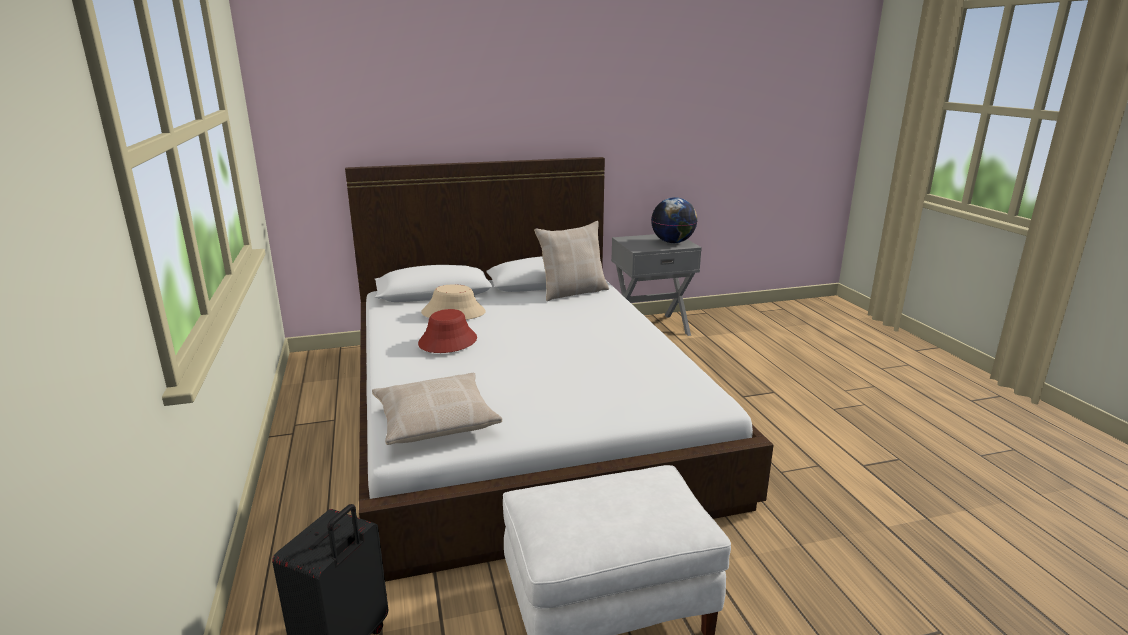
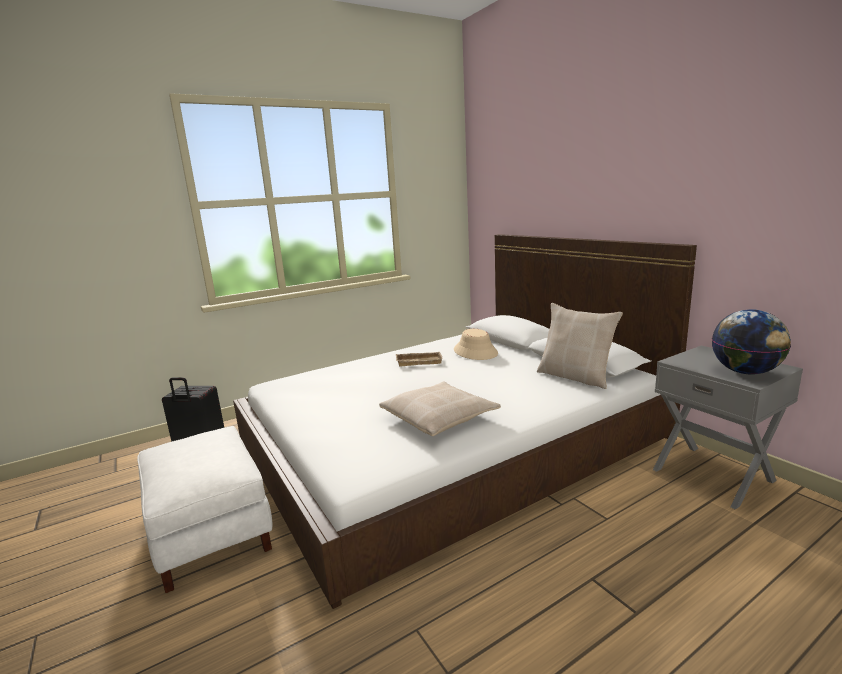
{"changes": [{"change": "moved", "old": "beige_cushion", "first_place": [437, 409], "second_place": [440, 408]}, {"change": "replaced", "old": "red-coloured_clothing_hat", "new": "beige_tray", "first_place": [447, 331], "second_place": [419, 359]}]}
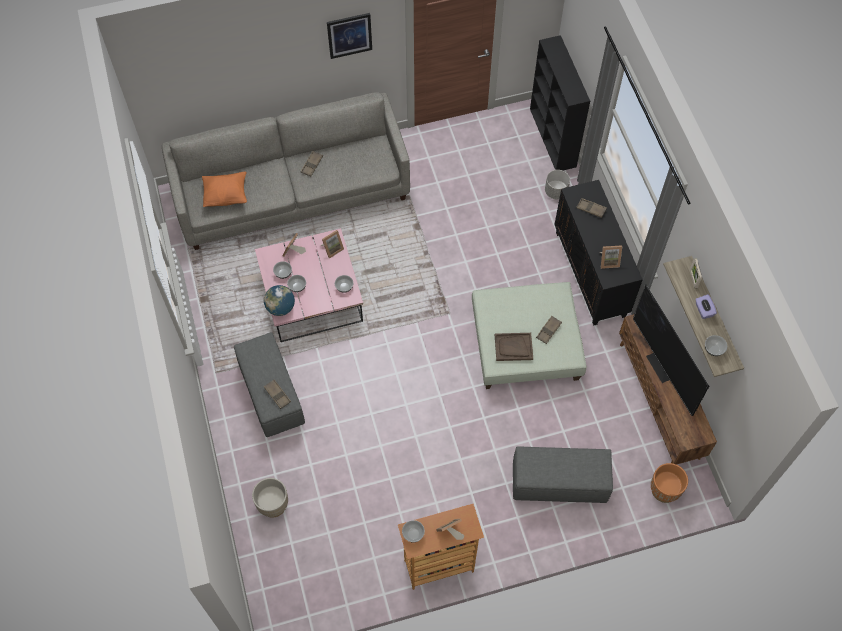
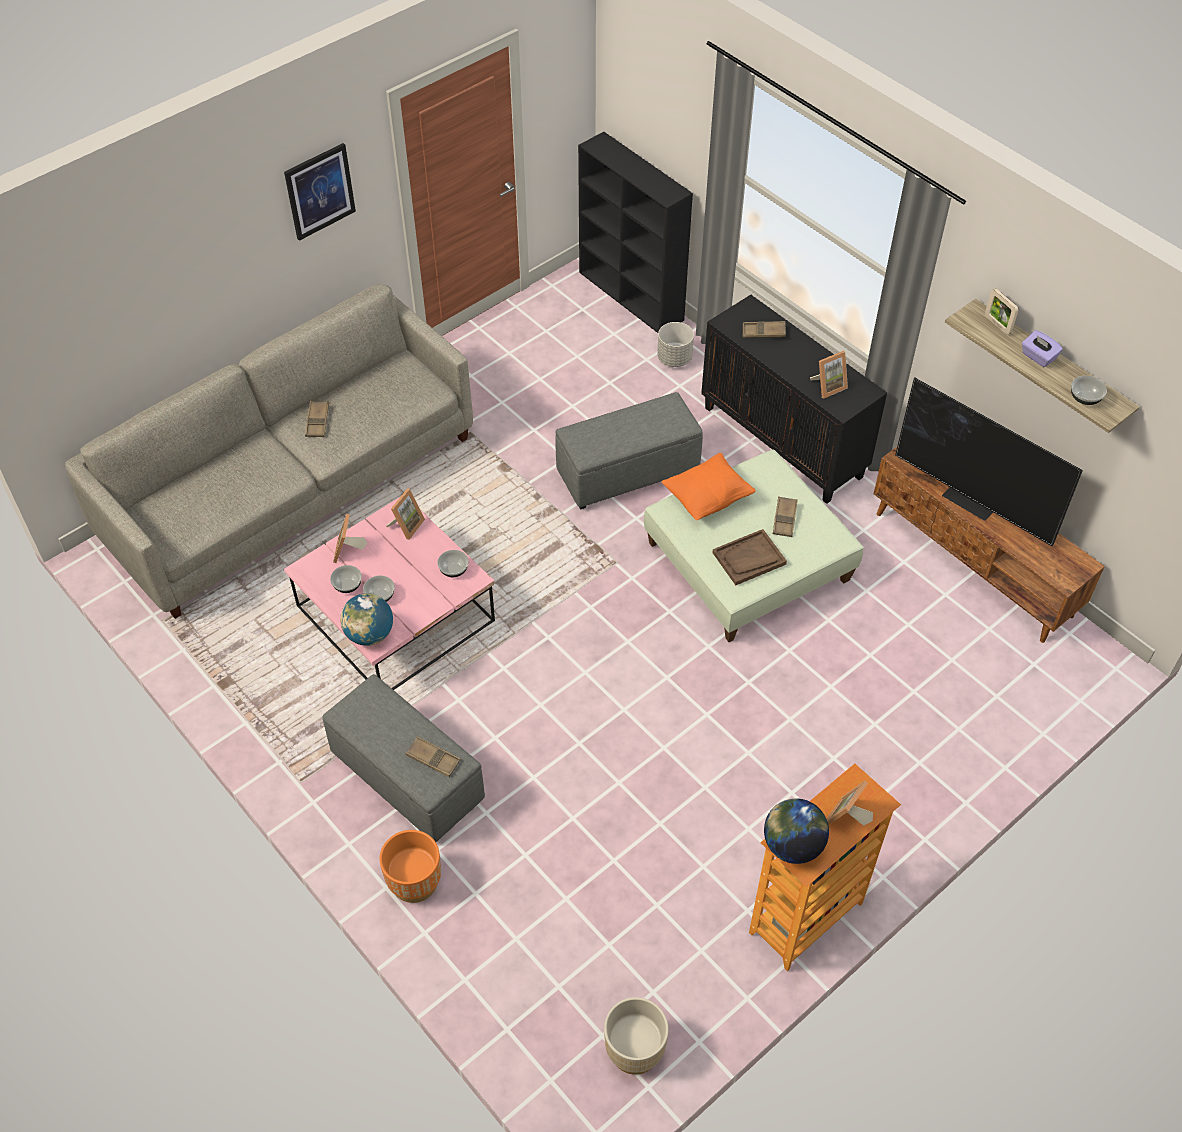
{"changes": [{"change": "moved", "old": "orangey_flower_pot", "first_place": [669, 483], "second_place": [410, 866]}, {"change": "moved", "old": "greyish_ottoman", "first_place": [563, 474], "second_place": [629, 450]}, {"change": "moved", "old": "beige_flower_pot", "first_place": [270, 498], "second_place": [636, 1036]}, {"change": "moved", "old": "orangey_cushion", "first_place": [224, 189], "second_place": [708, 486]}, {"change": "replaced", "old": "deep_dish", "new": "desk_globe", "first_place": [413, 531], "second_place": [796, 831]}]}
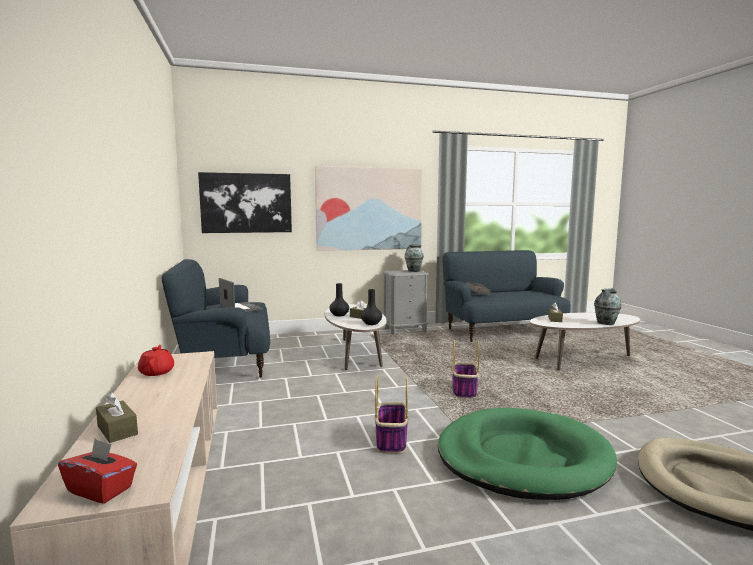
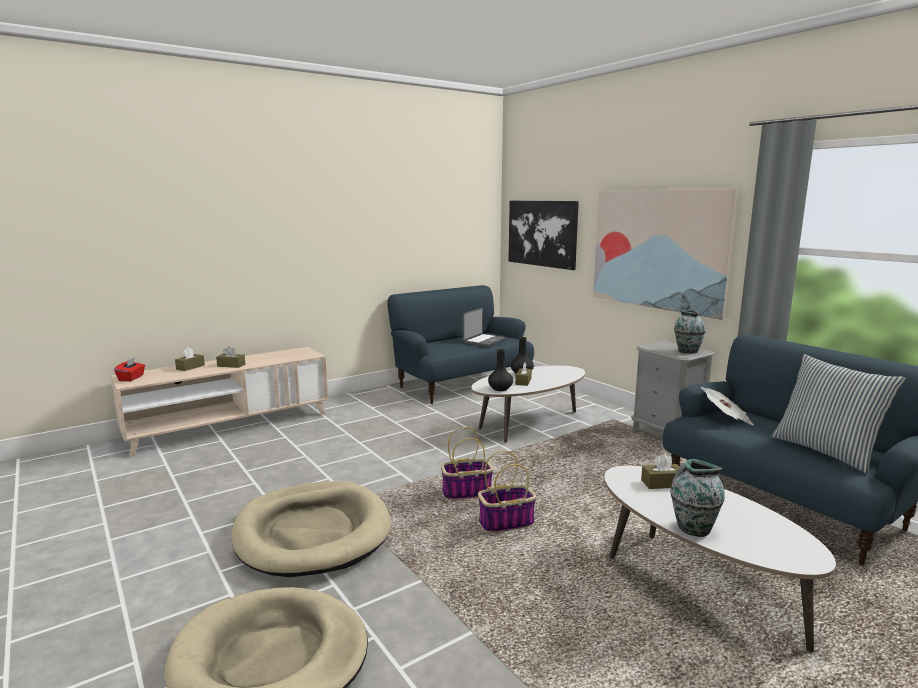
{"changes": [{"change": "added", "new": "brownish_tissue_holder", "second_place": [230, 357]}, {"change": "recoloured", "old": "green-coloured_dog_bed", "new": "beige_dog_bed", "first_place": [527, 454], "second_place": [311, 529]}, {"change": "moved", "old": "basket", "first_place": [391, 415], "second_place": [507, 492]}, {"change": "added", "new": "cushion", "second_place": [838, 414]}, {"change": "removed", "old": "red-coloured_teapot", "first_place": [156, 360]}]}
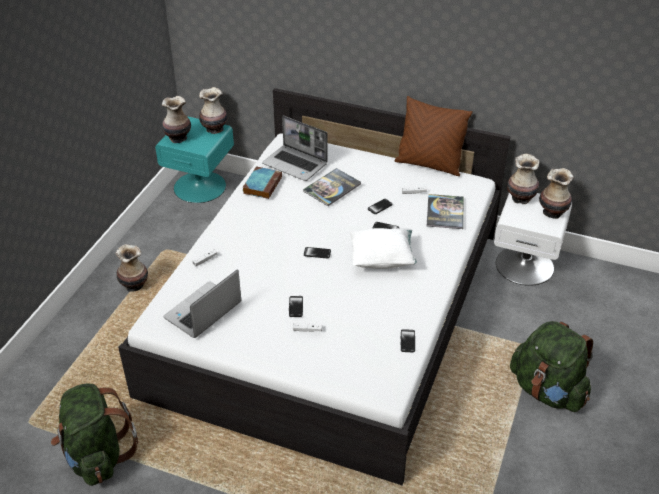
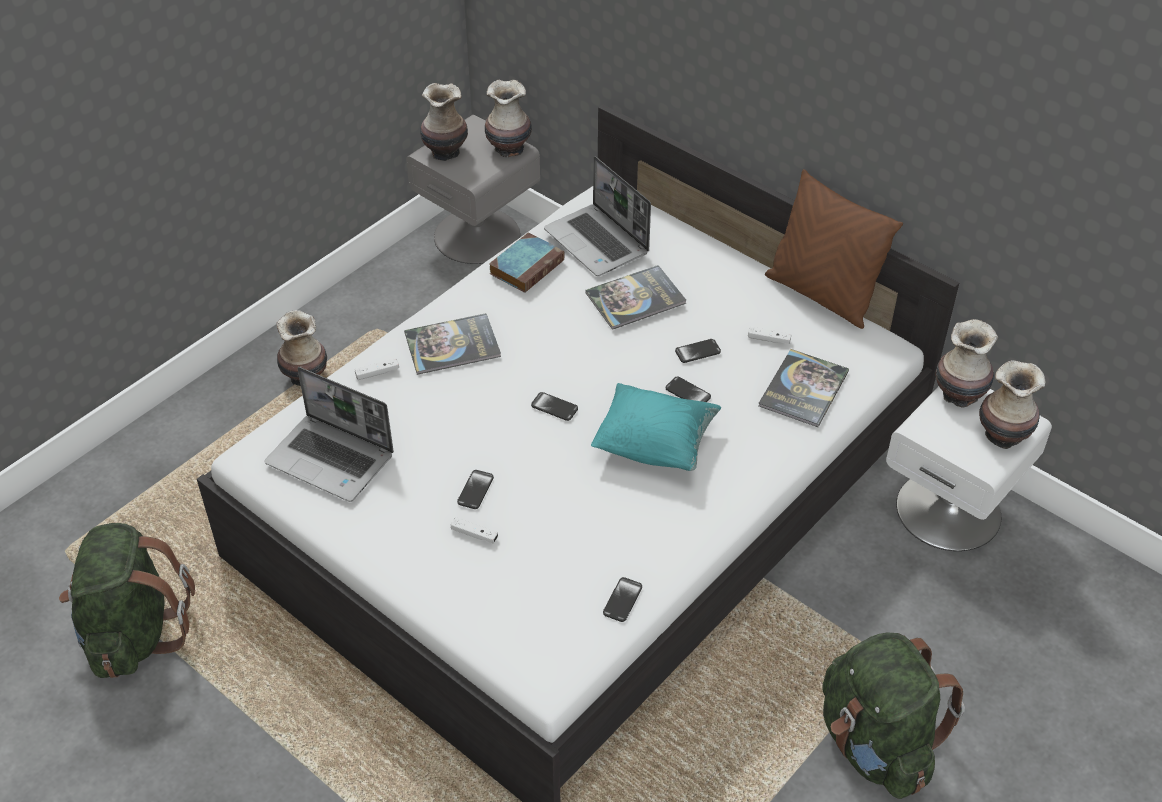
{"changes": [{"change": "turned", "old": "notebook_computer", "first_place": [202, 304], "second_place": [329, 434], "degrees": -120}, {"change": "added", "new": "bound_book", "second_place": [452, 344]}, {"change": "recoloured", "old": "turquoise_bedside_table", "new": "greyish_bedside_table", "first_place": [194, 159], "second_place": [473, 189]}, {"change": "recoloured", "old": "white-coloured_cushion", "new": "turquoise_cushion", "first_place": [383, 248], "second_place": [656, 427]}]}
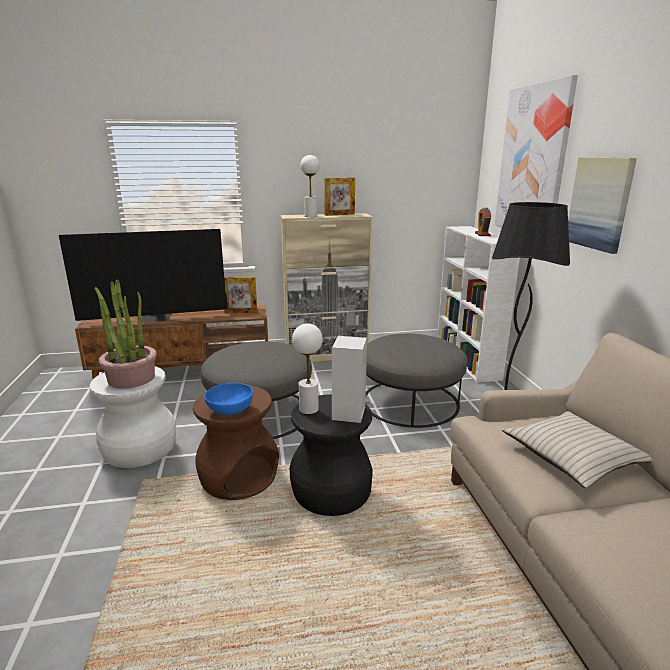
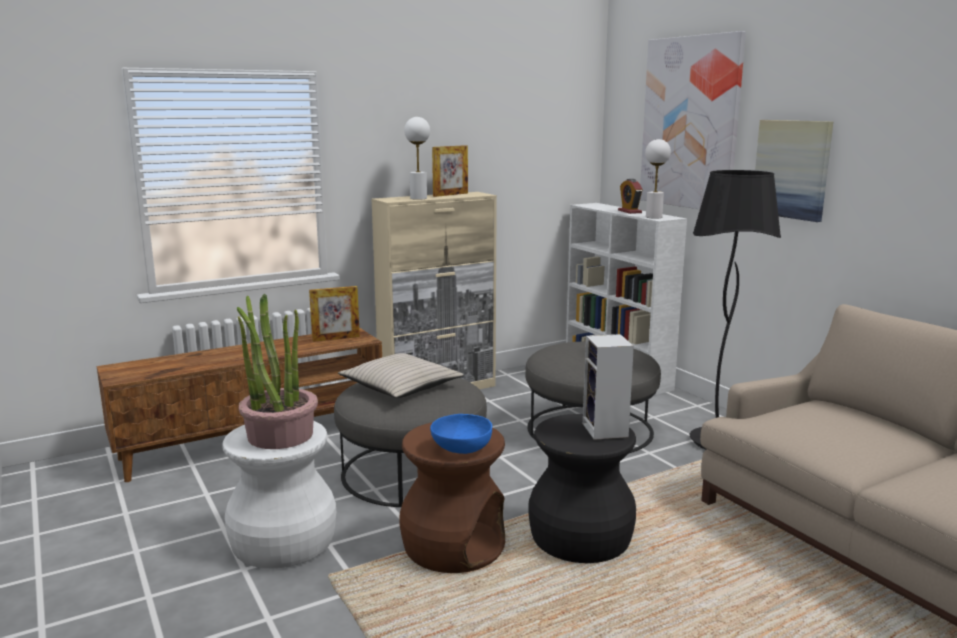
{"changes": [{"change": "moved", "old": "beige_cushion", "first_place": [577, 449], "second_place": [401, 375]}, {"change": "moved", "old": "white-coloured_lamp_for_a_table", "first_place": [307, 368], "second_place": [658, 179]}, {"change": "removed", "old": "TV", "first_place": [143, 275]}]}
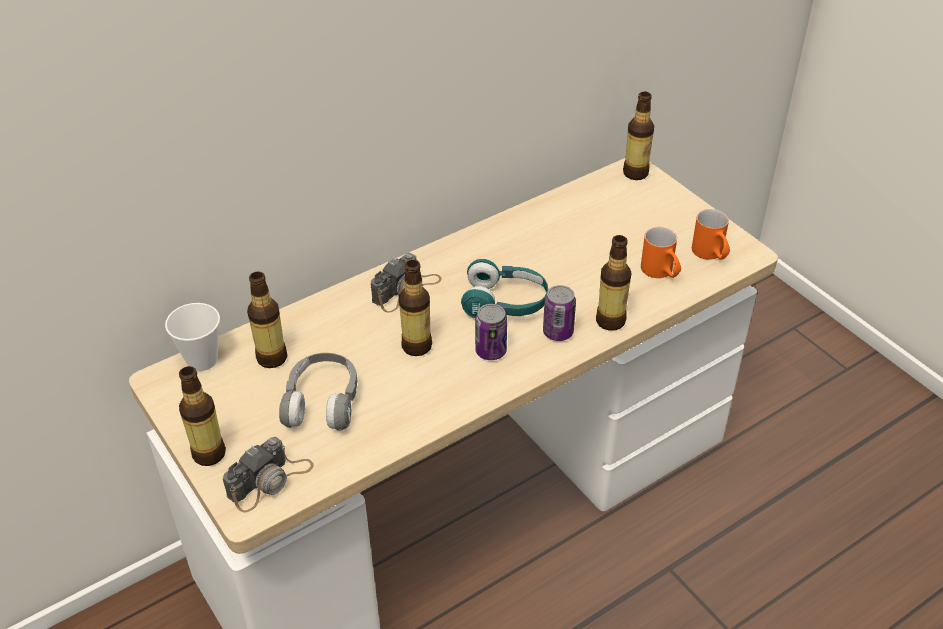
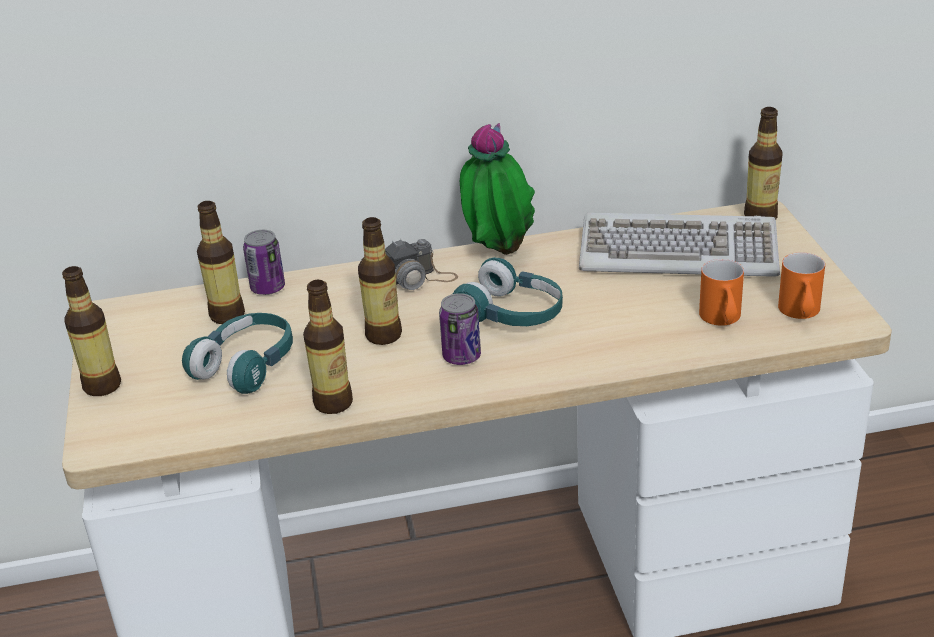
{"changes": [{"change": "recoloured", "old": "greyish_headphones", "new": "turquoise_headphones", "first_place": [318, 392], "second_place": [237, 353]}, {"change": "moved", "old": "sealed_can", "first_place": [559, 313], "second_place": [264, 262]}, {"change": "moved", "old": "drink_bottle", "first_place": [613, 283], "second_place": [328, 347]}, {"change": "added", "new": "houseplant", "second_place": [497, 189]}, {"change": "added", "new": "computer_keyboard", "second_place": [679, 245]}, {"change": "removed", "old": "cup", "first_place": [192, 337]}, {"change": "removed", "old": "photo_camera", "first_place": [268, 474]}]}
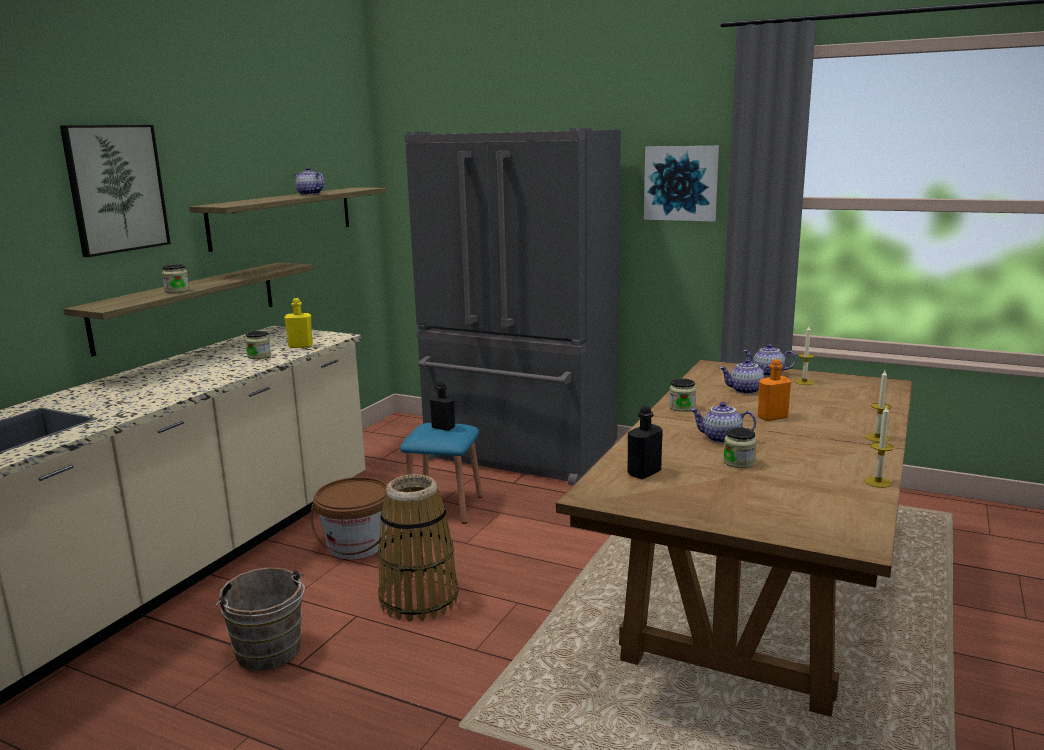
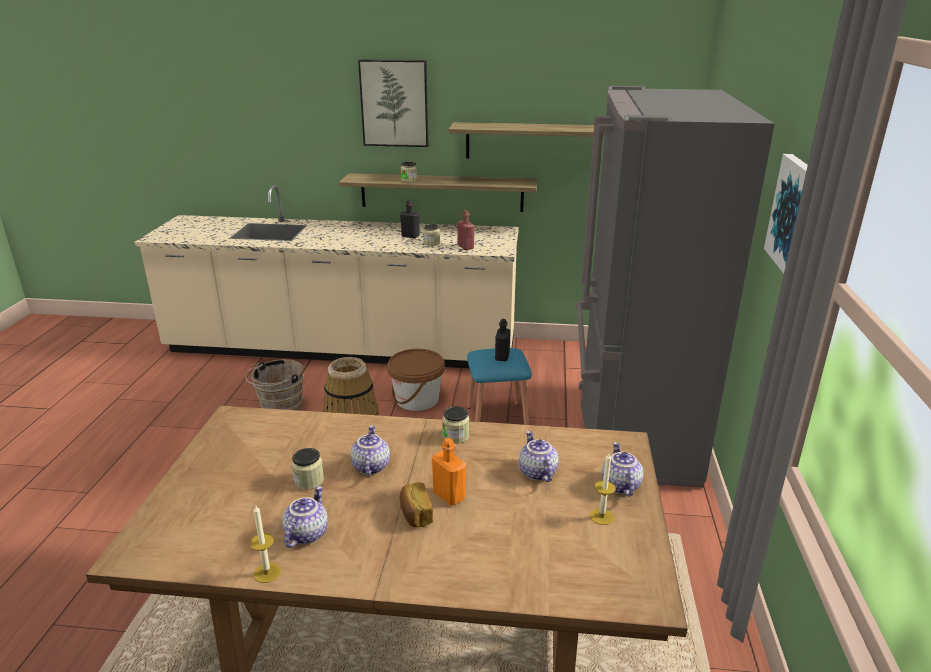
{"changes": [{"change": "moved", "old": "teapot", "first_place": [309, 181], "second_place": [305, 517]}, {"change": "moved", "old": "blackish_drink_bottle", "first_place": [645, 442], "second_place": [410, 219]}, {"change": "added", "new": "bread", "second_place": [416, 504]}, {"change": "recoloured", "old": "yellowish_drink_bottle", "new": "red-coloured_drink_bottle", "first_place": [298, 323], "second_place": [465, 230]}, {"change": "removed", "old": "wax_light", "first_place": [878, 406]}]}
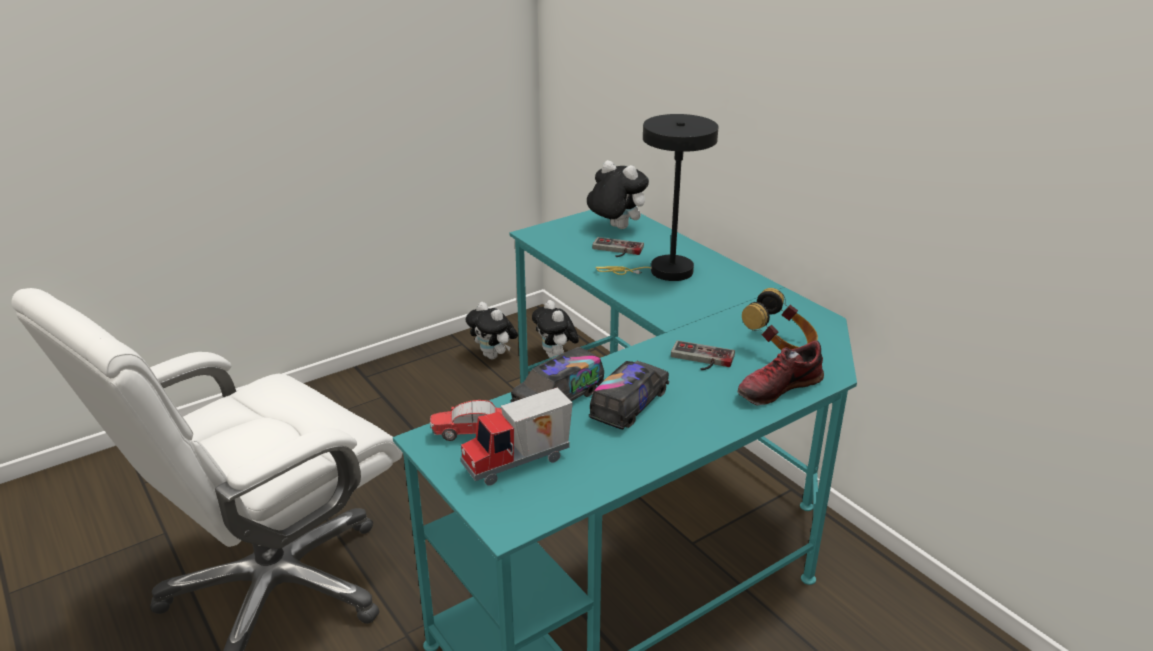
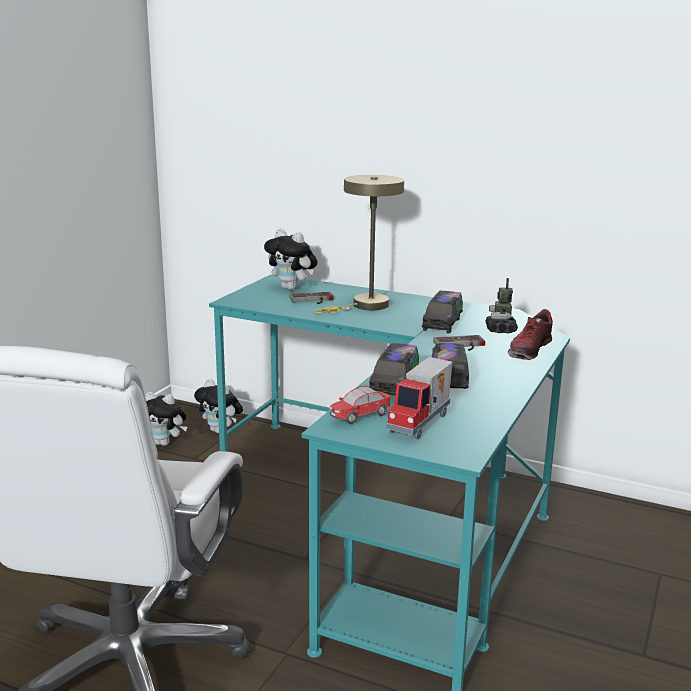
{"changes": [{"change": "turned", "old": "cuddly_toy", "first_place": [618, 194], "second_place": [291, 259], "degrees": -150}, {"change": "recoloured", "old": "blackish_lamp_for_a_table", "new": "beige_lamp_for_a_table", "first_place": [656, 197], "second_place": [359, 244]}, {"change": "added", "new": "toy_truck", "second_place": [442, 312]}, {"change": "replaced", "old": "headphones", "new": "model_robot", "first_place": [780, 319], "second_place": [502, 305]}]}
